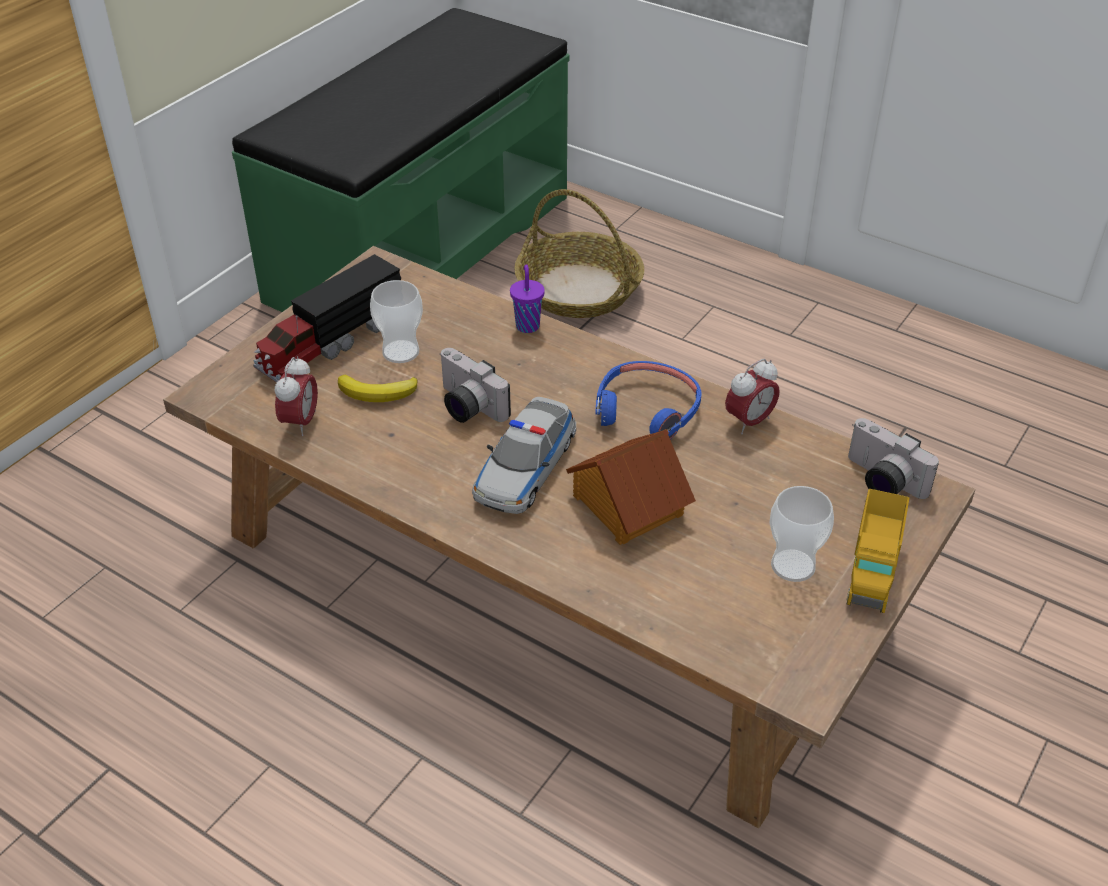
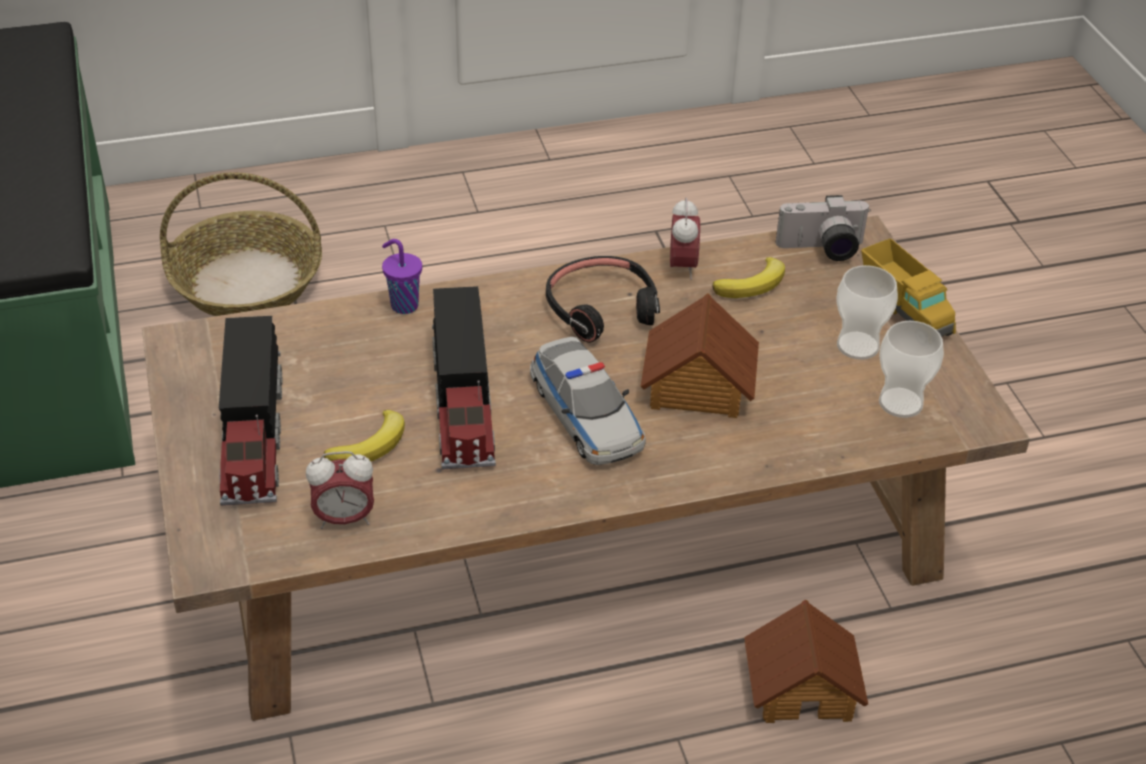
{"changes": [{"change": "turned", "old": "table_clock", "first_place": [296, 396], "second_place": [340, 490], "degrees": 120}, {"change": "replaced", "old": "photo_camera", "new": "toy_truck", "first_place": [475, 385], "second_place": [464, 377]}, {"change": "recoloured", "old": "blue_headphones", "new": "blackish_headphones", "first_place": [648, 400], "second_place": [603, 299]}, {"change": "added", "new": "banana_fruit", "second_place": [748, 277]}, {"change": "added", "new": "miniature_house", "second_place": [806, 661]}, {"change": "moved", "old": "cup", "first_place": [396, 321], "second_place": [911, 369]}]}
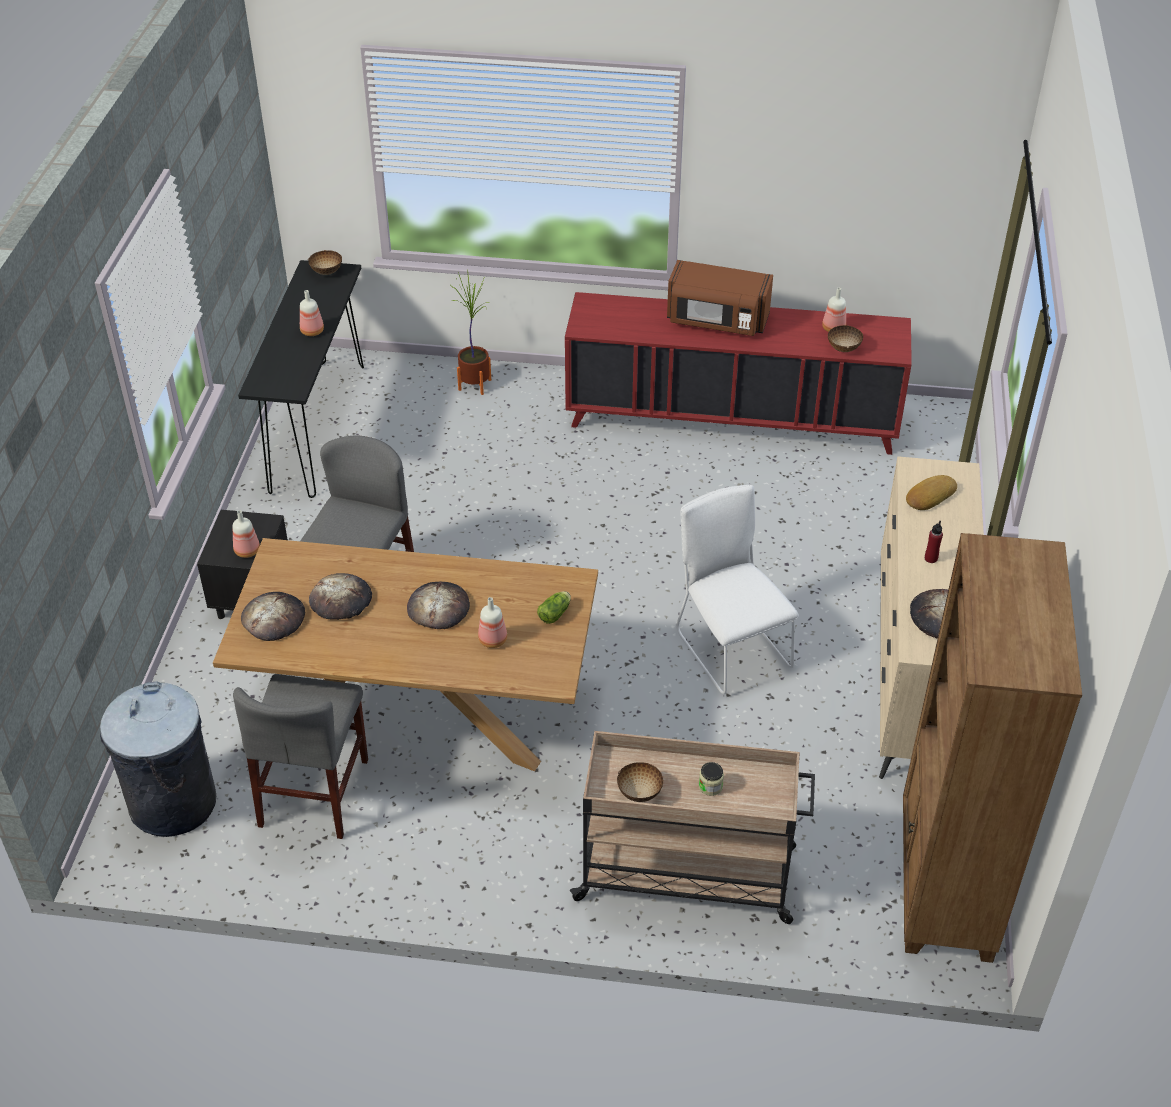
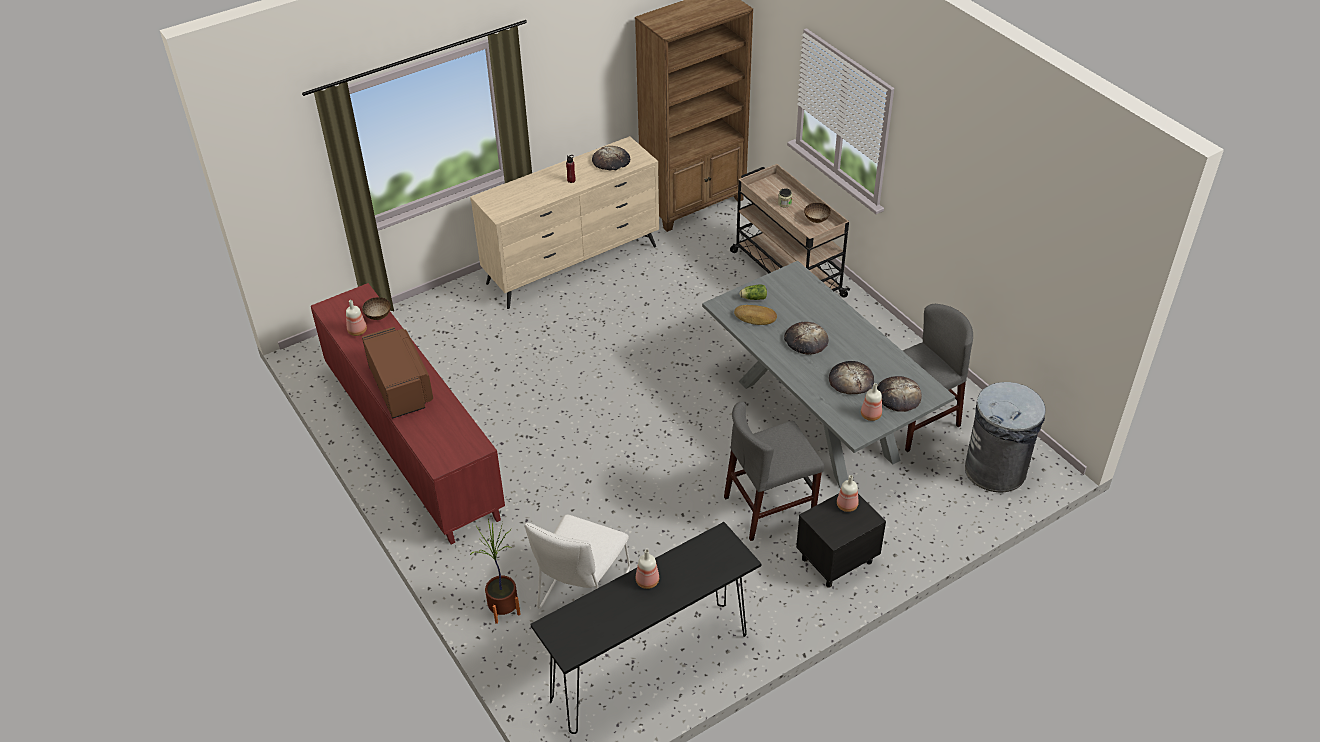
{"changes": [{"change": "moved", "old": "white-coloured_plain_chair", "first_place": [737, 589], "second_place": [577, 561]}, {"change": "recoloured", "old": "brownish_kitchen_table", "new": "greyish_kitchen_table", "first_place": [405, 654], "second_place": [828, 375]}, {"change": "moved", "old": "bread", "first_place": [931, 492], "second_place": [755, 315]}, {"change": "moved", "old": "drink_bottle", "first_place": [492, 622], "second_place": [871, 402]}, {"change": "removed", "old": "deep_dish", "first_place": [325, 262]}]}
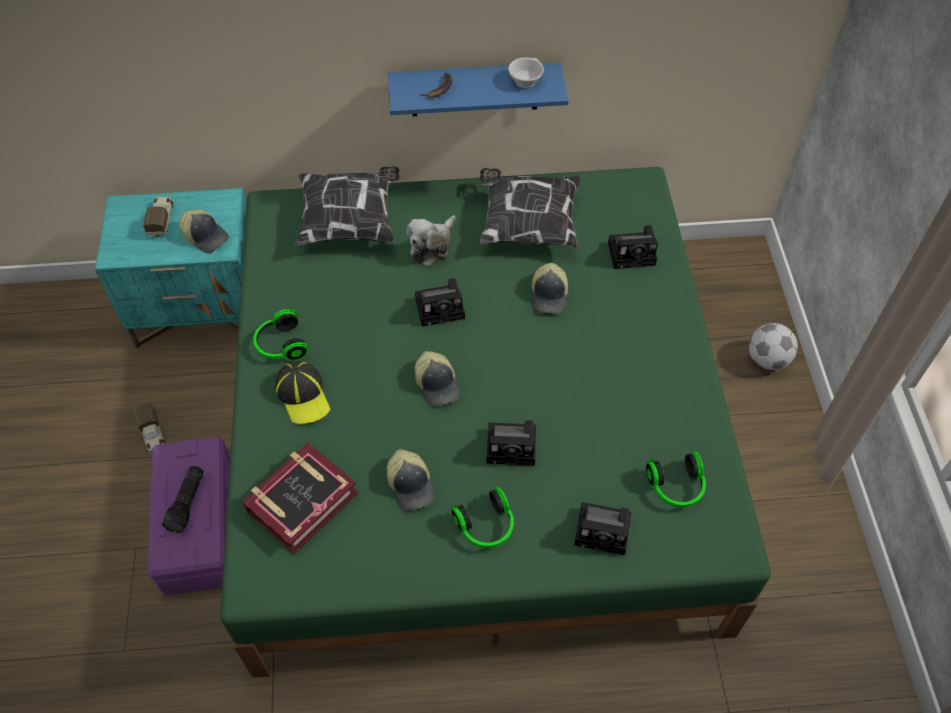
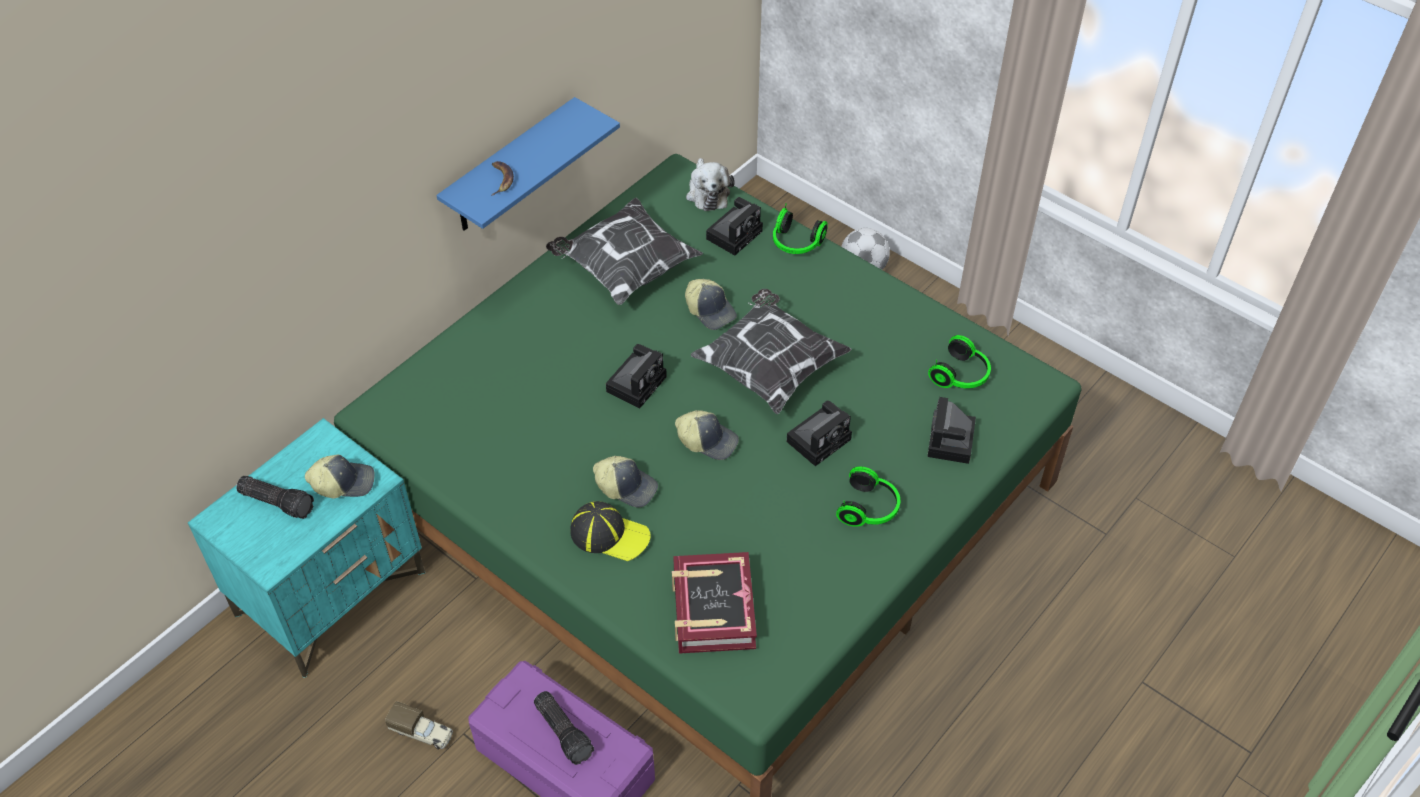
{"changes": [{"change": "replaced", "old": "toy_truck", "new": "flashlight", "first_place": [158, 217], "second_place": [275, 497]}, {"change": "moved", "old": "peaked_cap", "first_place": [411, 480], "second_place": [625, 482]}, {"change": "moved", "old": "cuddly_toy", "first_place": [431, 241], "second_place": [710, 184]}, {"change": "moved", "old": "cushion", "first_place": [347, 206], "second_place": [771, 351]}, {"change": "moved", "old": "headphones", "first_place": [281, 333], "second_place": [800, 229]}, {"change": "turned", "old": "photo_camera", "first_place": [602, 528], "second_place": [951, 430], "degrees": 135}, {"change": "removed", "old": "white-coloured_cup", "first_place": [526, 72]}]}
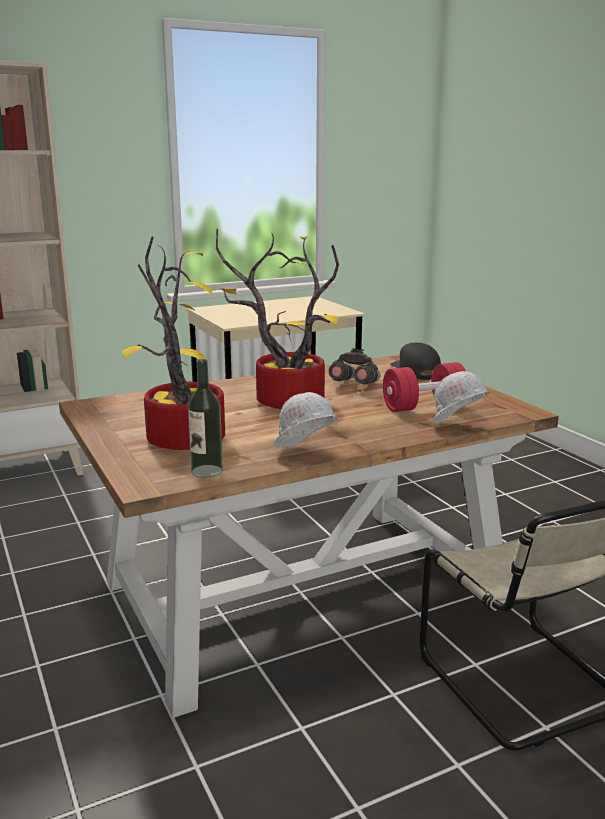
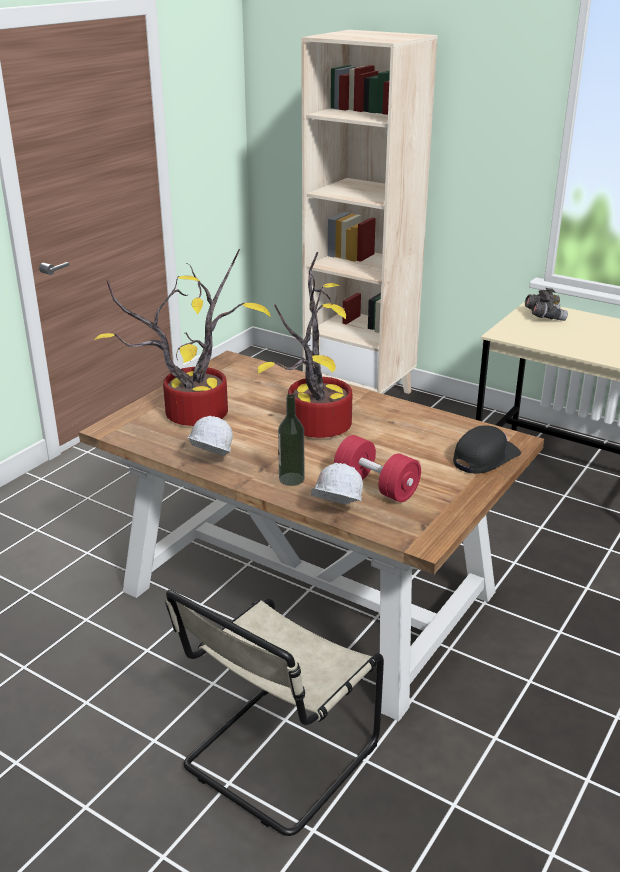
{"changes": [{"change": "moved", "old": "drink_bottle", "first_place": [205, 418], "second_place": [291, 440]}, {"change": "moved", "old": "greyish_pair_of_binoculars", "first_place": [355, 366], "second_place": [546, 304]}]}
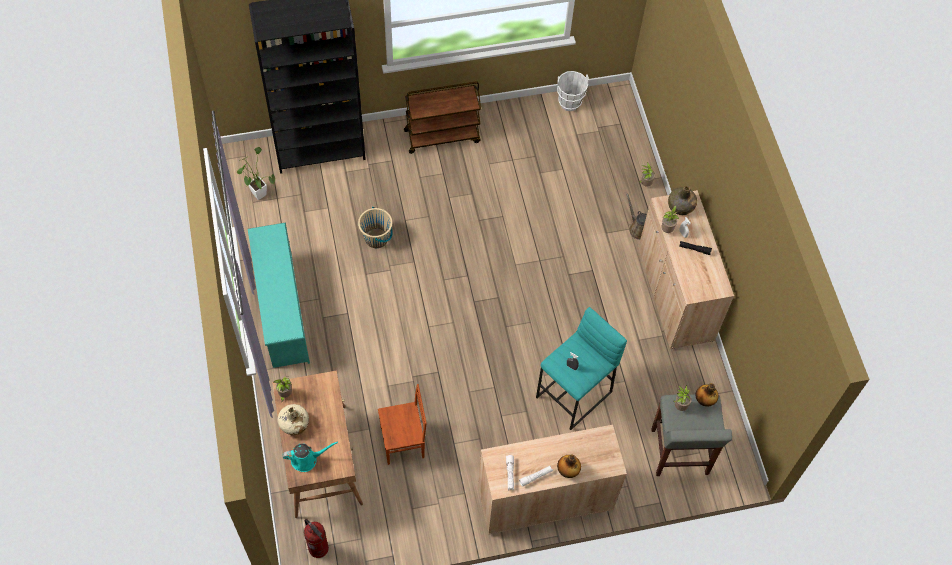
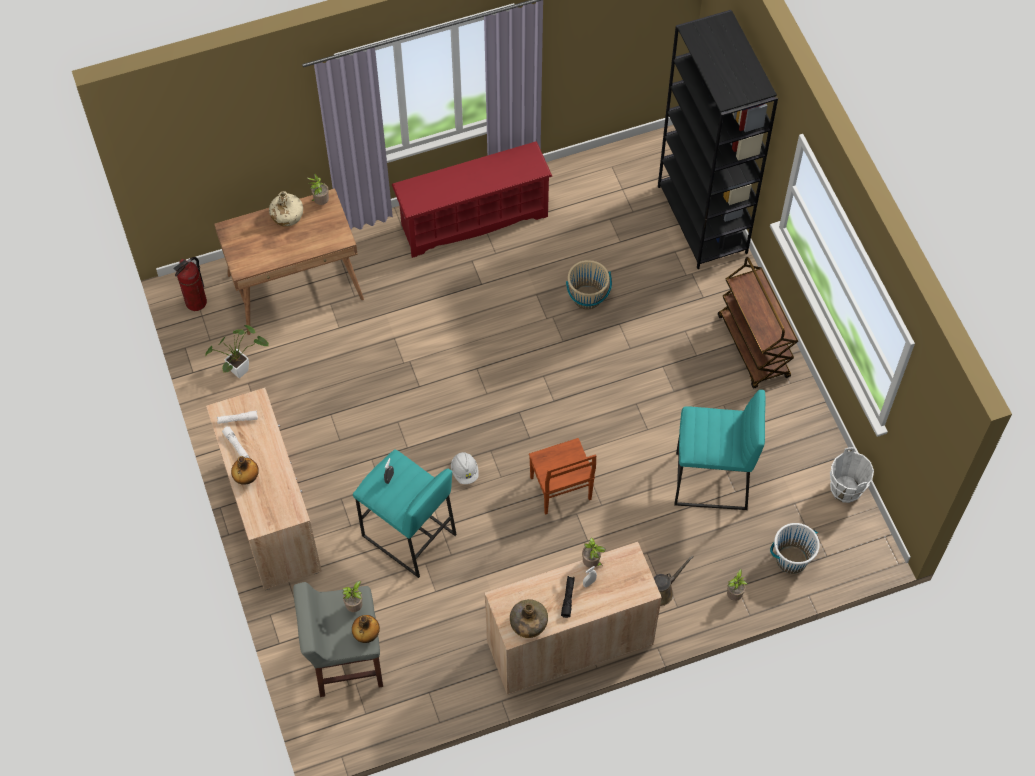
{"changes": [{"change": "moved", "old": "houseplant", "first_place": [256, 173], "second_place": [237, 351]}, {"change": "recoloured", "old": "turquoise_shoe_stand", "new": "red-coloured_shoe_stand", "first_place": [279, 295], "second_place": [472, 200]}, {"change": "added", "new": "white-coloured_hard_hat", "second_place": [465, 468]}, {"change": "moved", "old": "green-coloured_drink_bottle", "first_place": [682, 200], "second_place": [529, 618]}, {"change": "moved", "old": "brownish_plain_chair", "first_place": [402, 424], "second_place": [562, 476]}, {"change": "added", "new": "turquoise_stool_seat", "second_place": [720, 450]}, {"change": "added", "new": "white-coloured_bucket", "second_place": [795, 548]}, {"change": "removed", "old": "turquoise_sprinkling_can", "first_place": [310, 457]}]}
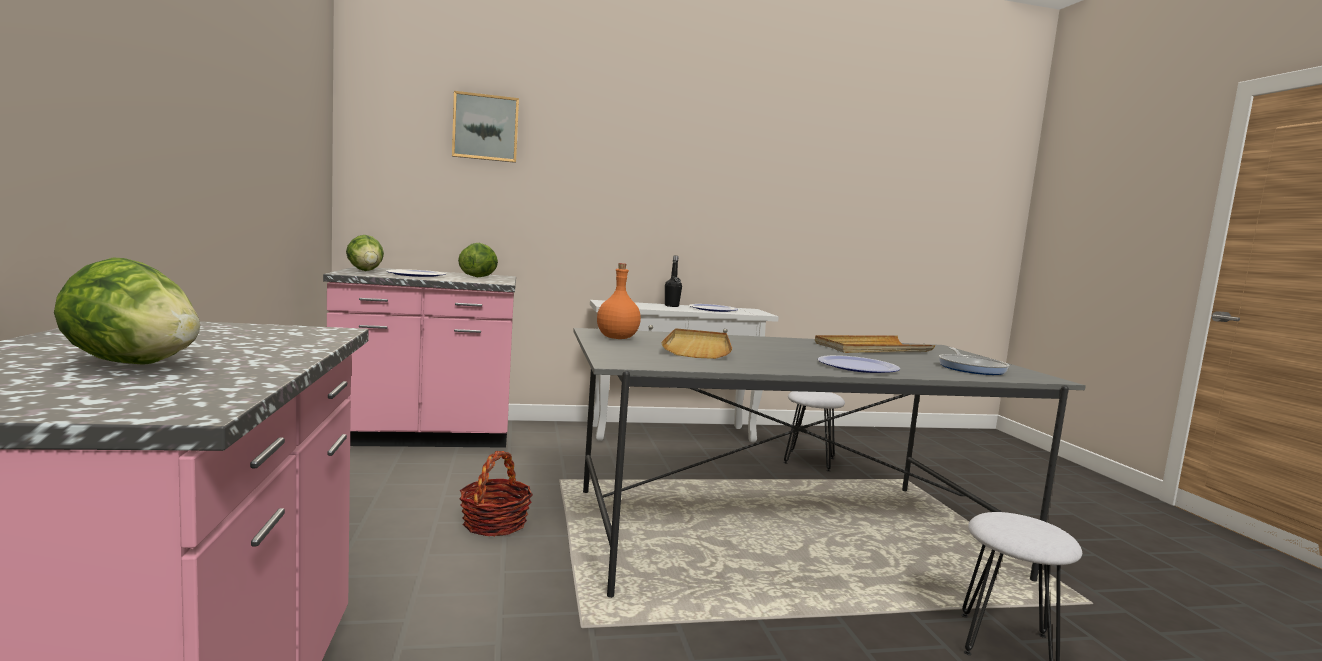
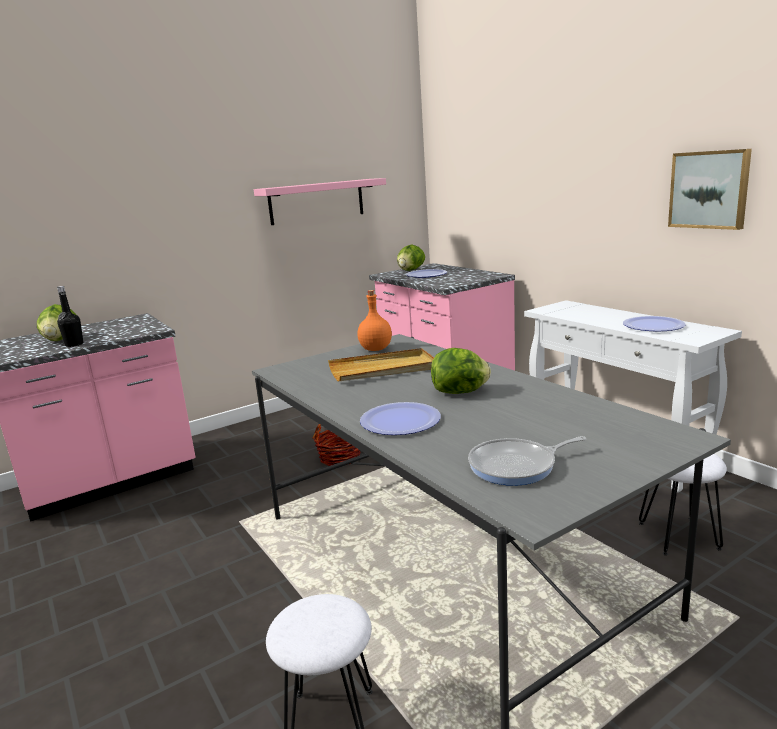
{"changes": [{"change": "moved", "old": "blackish_drink_bottle", "first_place": [673, 281], "second_place": [70, 316]}, {"change": "added", "new": "pink_wall_shelf", "second_place": [320, 201]}, {"change": "moved", "old": "lettuce_head", "first_place": [478, 260], "second_place": [461, 371]}, {"change": "moved", "old": "wall_art", "first_place": [485, 127], "second_place": [710, 189]}, {"change": "removed", "old": "beige_tray", "first_place": [875, 344]}]}
